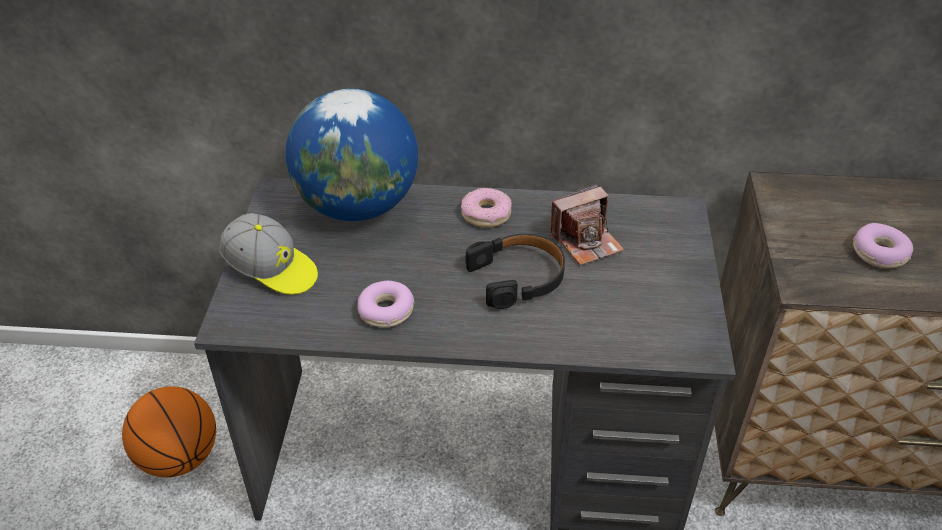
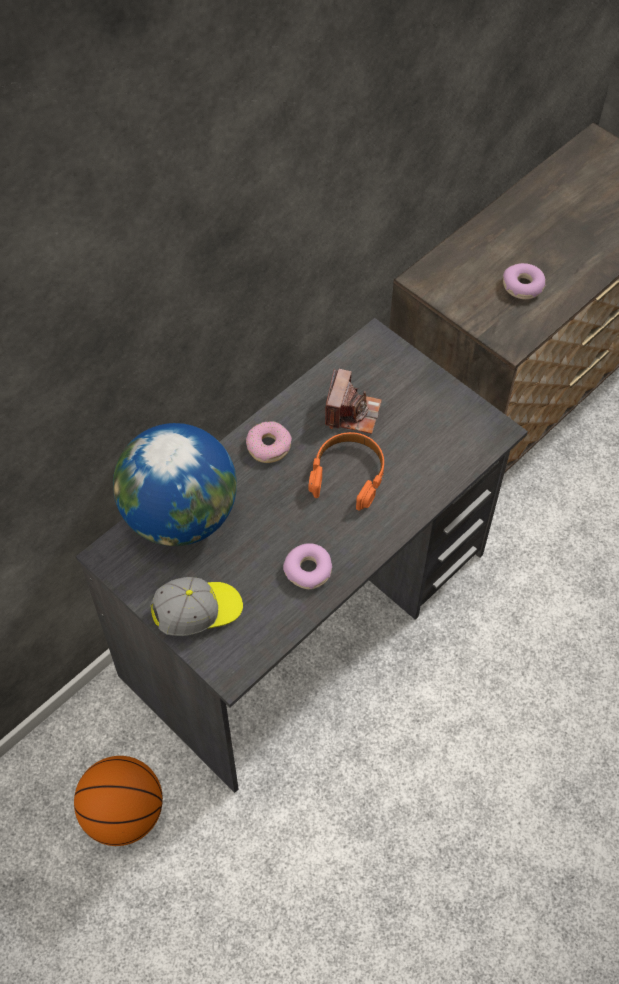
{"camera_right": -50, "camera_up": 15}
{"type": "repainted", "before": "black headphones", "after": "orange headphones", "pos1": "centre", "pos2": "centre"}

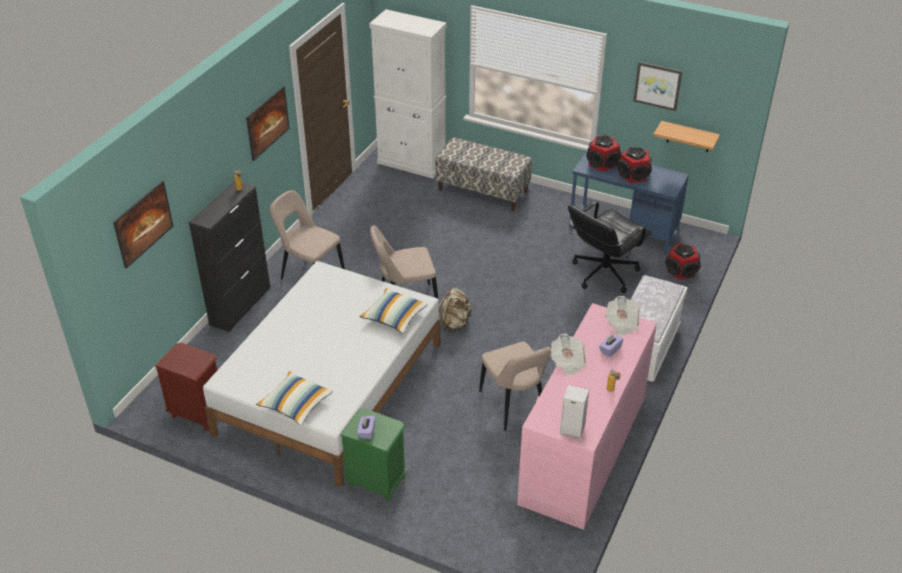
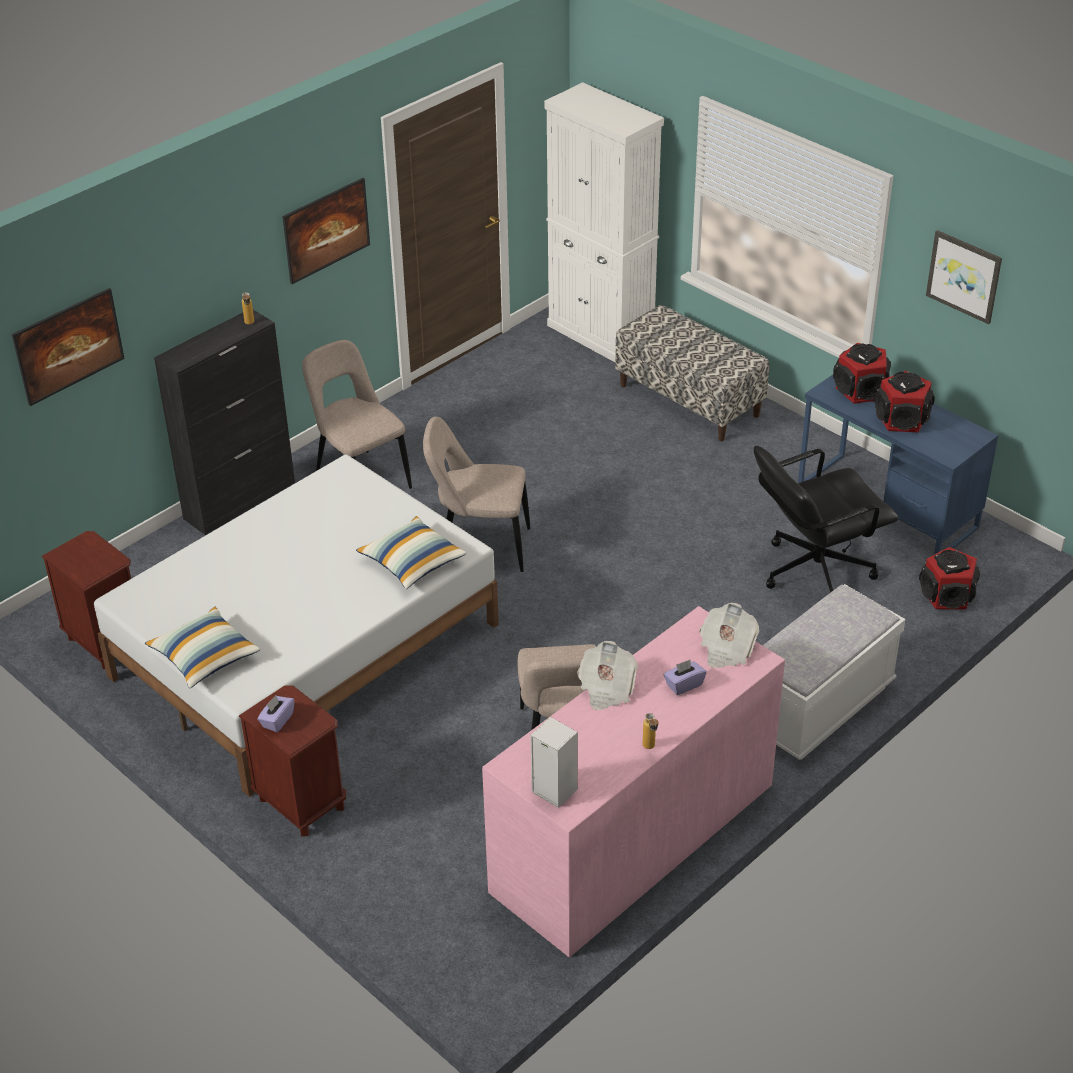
{"camera_right": 20, "camera_up": 0}
{"type": "repainted", "before": "green nightstand", "after": "brown nightstand (no. 2 from left)", "pos1": "bottom centre", "pos2": "bottom left"}
{"type": "gone", "before": "beige backpack", "pos1": "centre"}
{"type": "gone", "before": "shelf", "pos1": "top right"}

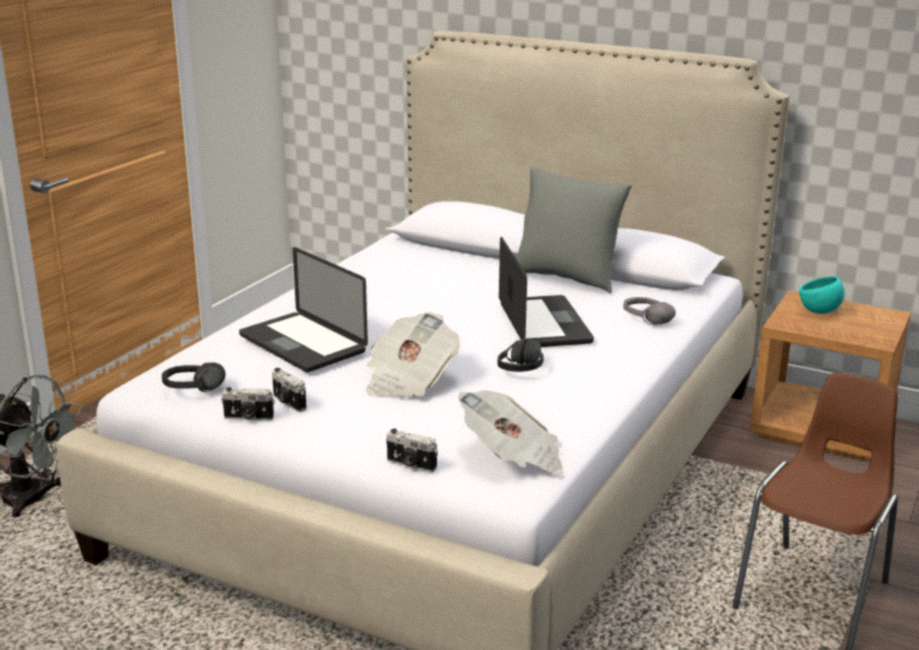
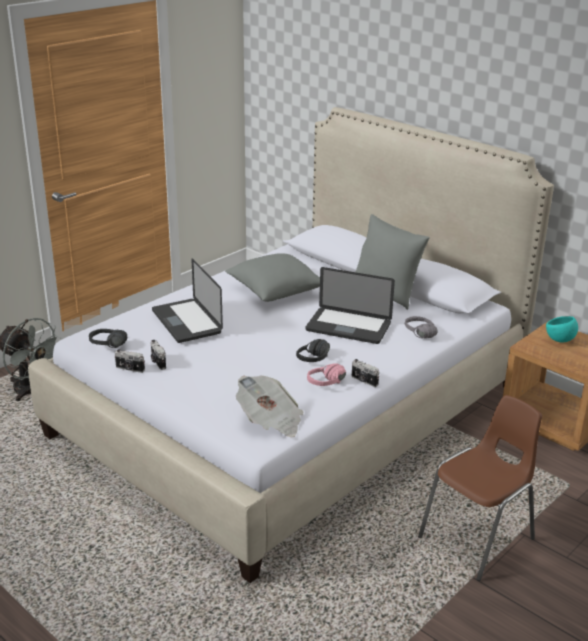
{"camera_right": 15, "camera_up": 5}
{"type": "gone", "before": "newspaper (no. 1 from left)", "pos1": "centre"}
{"type": "shifted", "before": "photo camera (no. 3 from left)", "pos1": "bottom centre", "pos2": "centre"}
{"type": "rotated", "before": "laptop (no. 2 from left)", "pos1": "centre", "pos2": "centre", "turn": 105}
{"type": "new", "after": "grey pillow (no. 1 from left)", "pos2": "centre"}
{"type": "new", "after": "pink headphones", "pos2": "centre"}

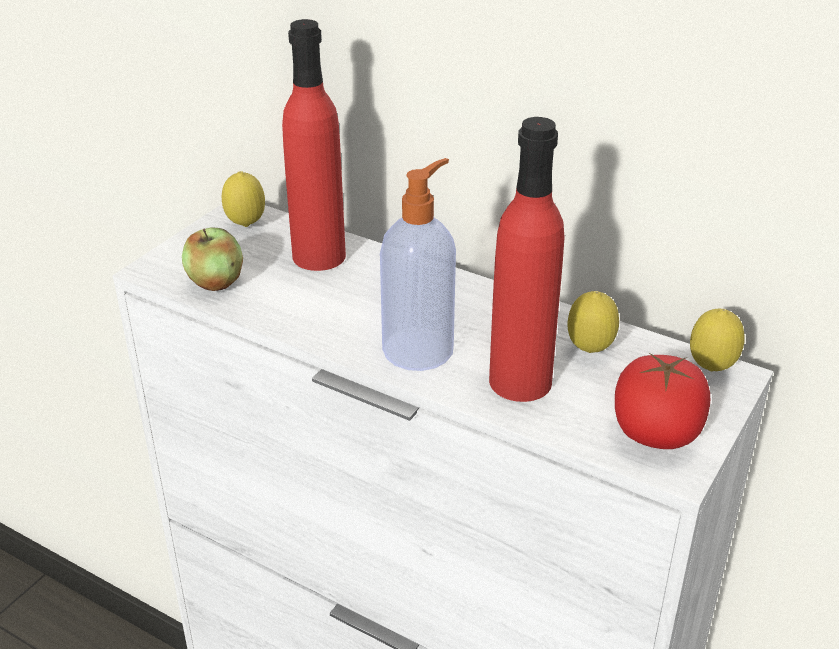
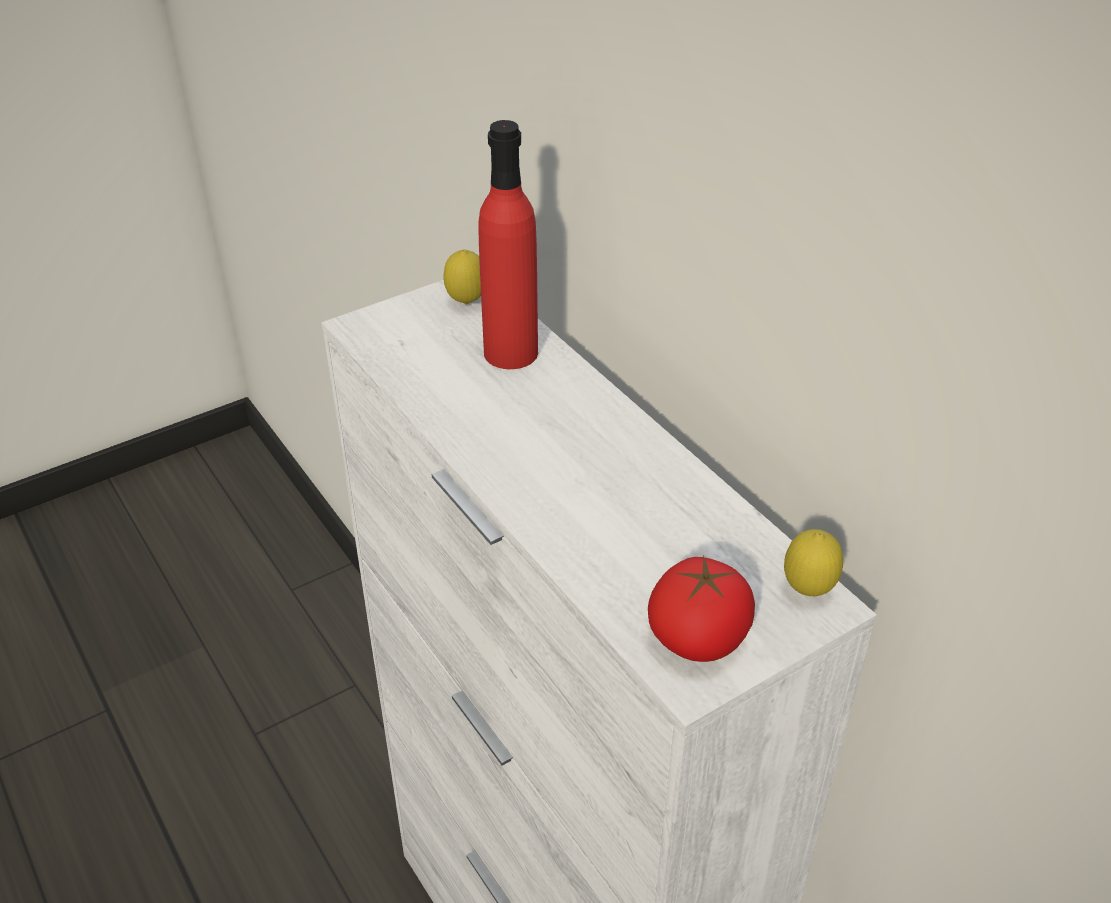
{"camera_right": 25, "camera_up": 5}
{"type": "gone", "before": "apple", "pos1": "middle left"}
{"type": "gone", "before": "soap dispenser", "pos1": "centre"}
{"type": "gone", "before": "red bottle (no. 2 from left)", "pos1": "centre"}
{"type": "gone", "before": "lemon (no. 2 from left)", "pos1": "middle right"}

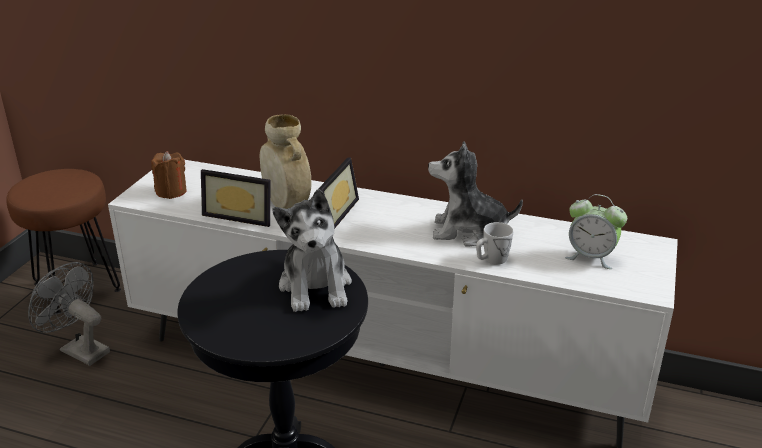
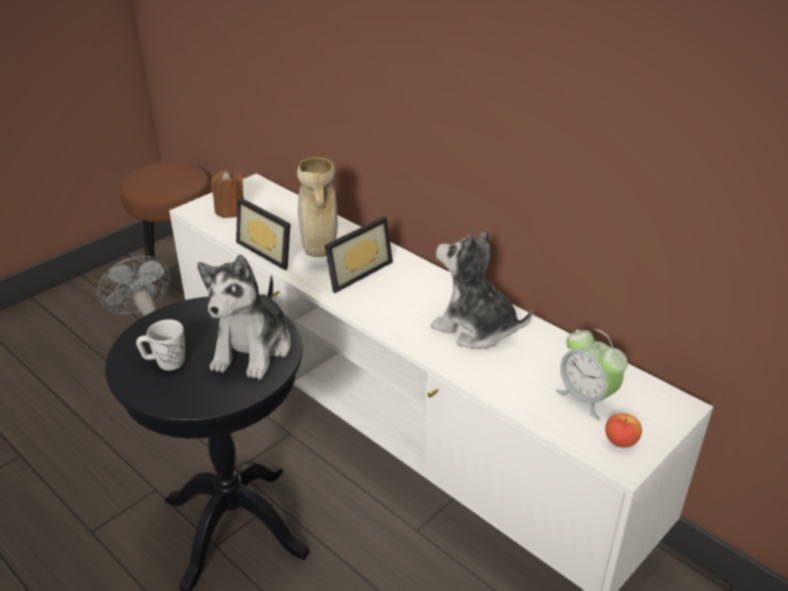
{"camera_right": 25, "camera_up": 5}
{"type": "shifted", "before": "white mug", "pos1": "centre", "pos2": "middle left"}
{"type": "new", "after": "apple", "pos2": "bottom right"}

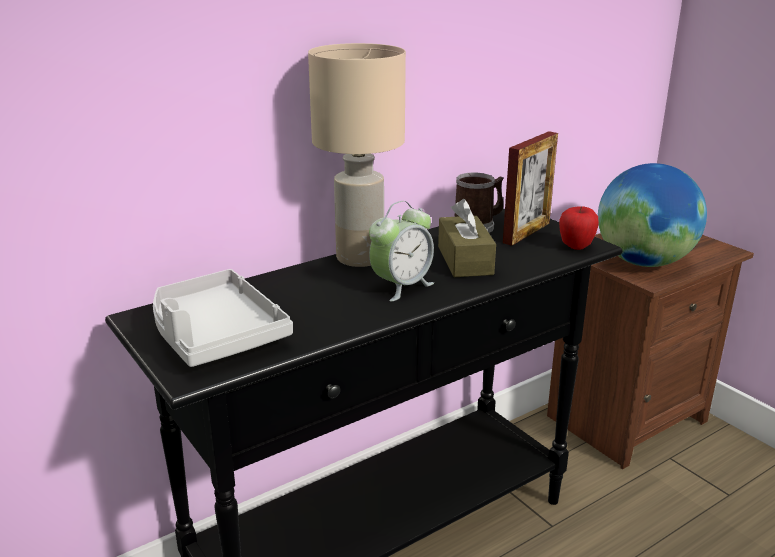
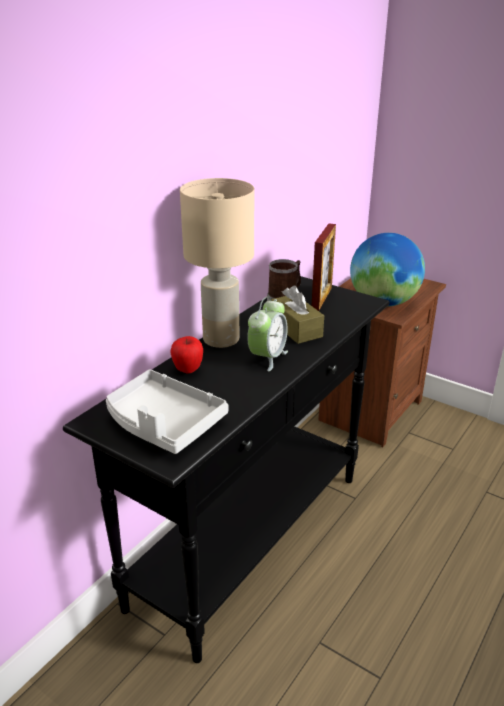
{"camera_right": -20, "camera_up": 5}
{"type": "shifted", "before": "apple", "pos1": "middle right", "pos2": "centre"}

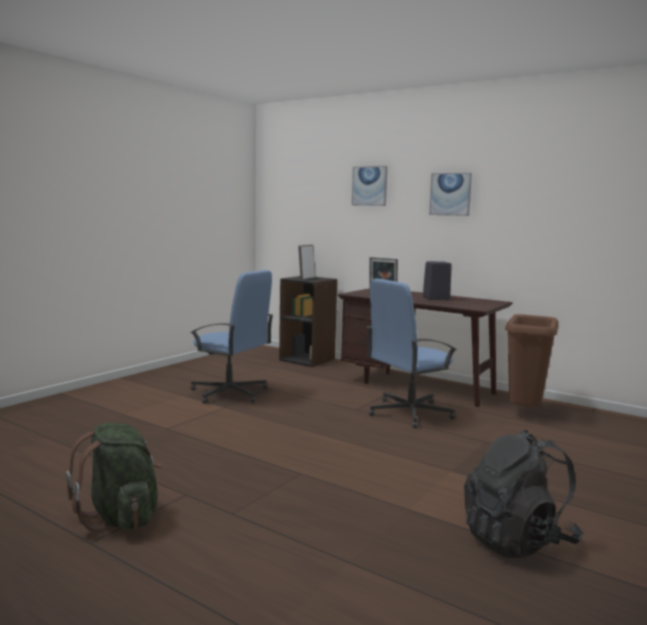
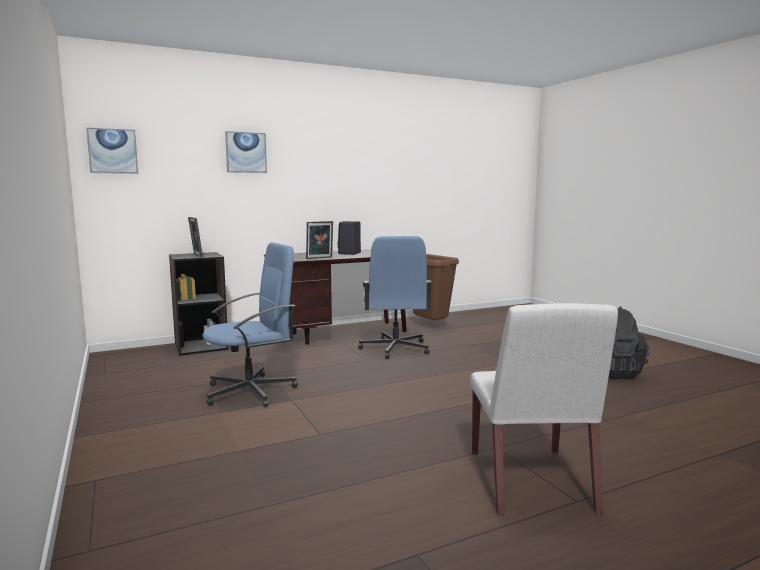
{"camera_right": -60, "camera_up": 0}
{"type": "swapped", "before": "green backpack", "after": "white chair", "pos1": "bottom left", "pos2": "bottom right"}
{"type": "shifted", "before": "picture (no. 2 from left in the first image)", "after": "picture (no. 1 from left)", "pos1": "top right", "pos2": "top left"}

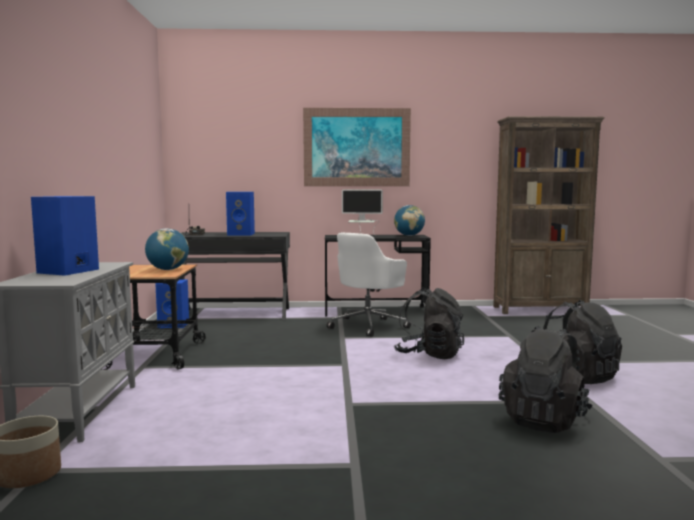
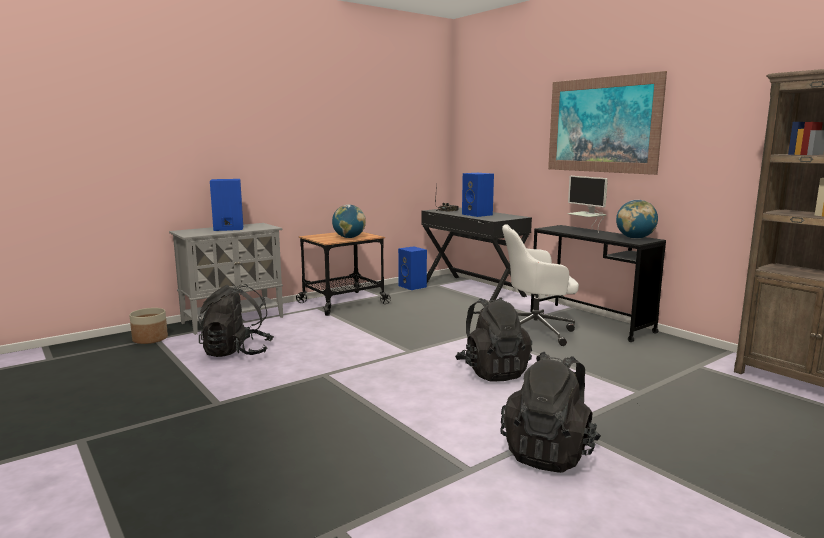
{"camera_right": 55, "camera_up": 5}
{"type": "shifted", "before": "black backpack (no. 2 from left in the first image)", "after": "black backpack (no. 1 from left)", "pos1": "bottom right", "pos2": "middle left"}

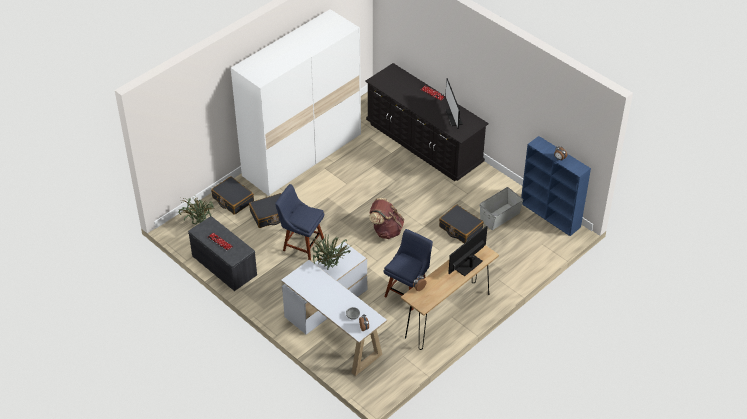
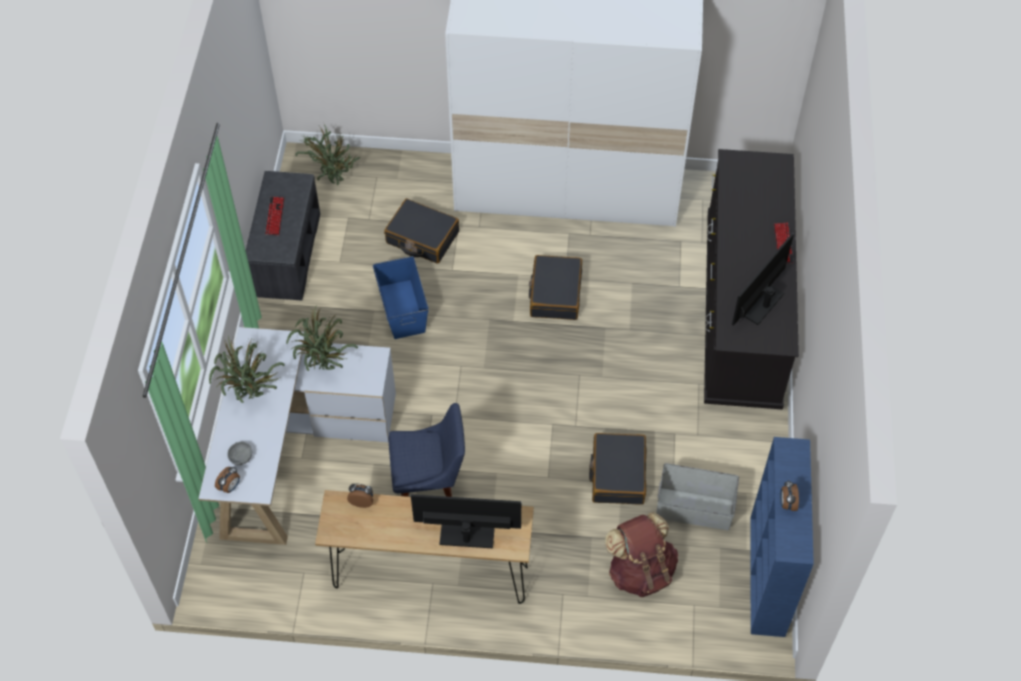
{"camera_right": 50, "camera_up": 10}
{"type": "shifted", "before": "black suitcase (no. 1 from left in the first image)", "after": "black suitcase (no. 2 from left)", "pos1": "middle left", "pos2": "centre"}
{"type": "swapped", "before": "blue chair (no. 1 from left)", "after": "blue storage box", "pos1": "centre", "pos2": "centre"}
{"type": "shifted", "before": "brown backpack", "pos1": "centre", "pos2": "bottom centre"}
{"type": "new", "after": "potted plant (no. 1 from left)", "pos2": "middle left"}

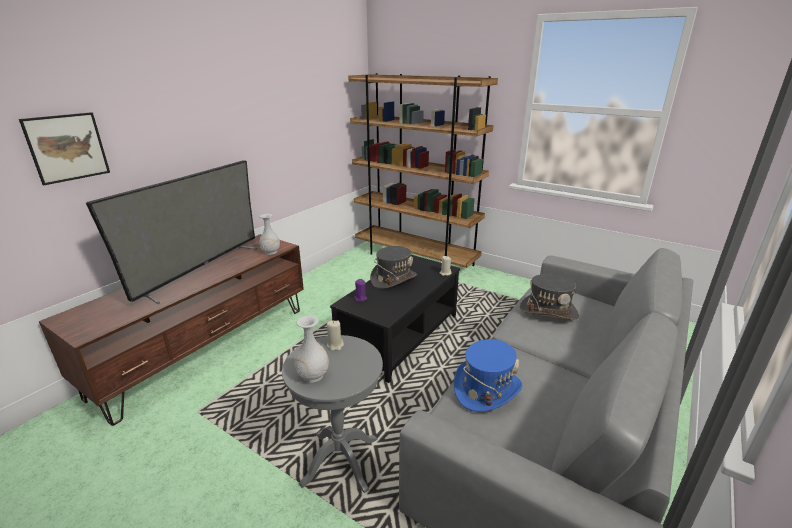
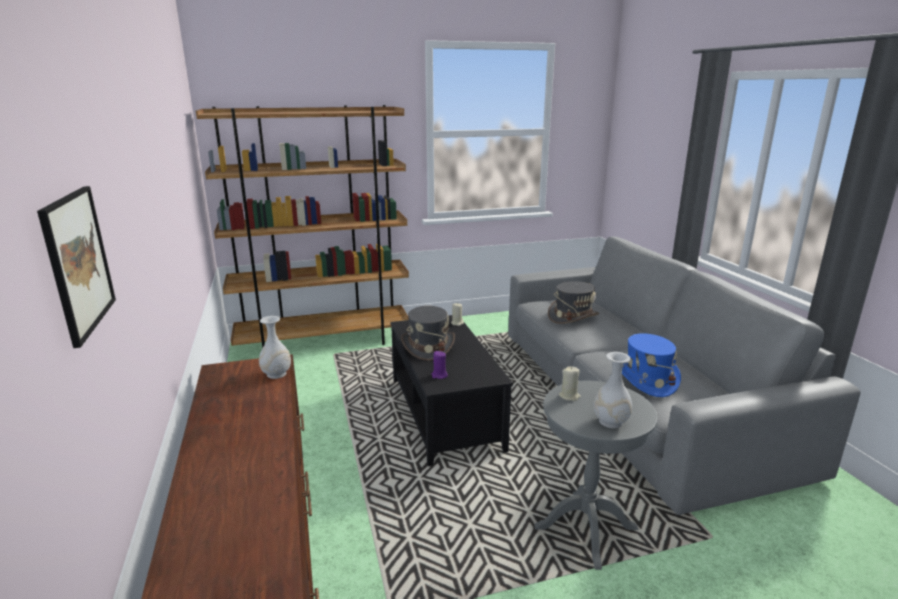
{"camera_right": -50, "camera_up": -5}
{"type": "gone", "before": "television", "pos1": "middle left"}

